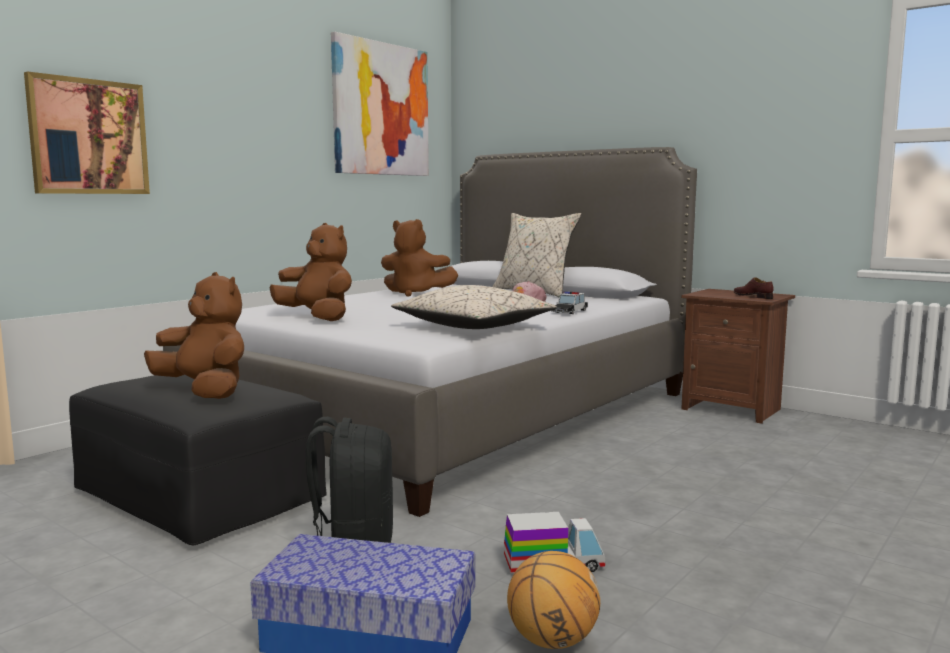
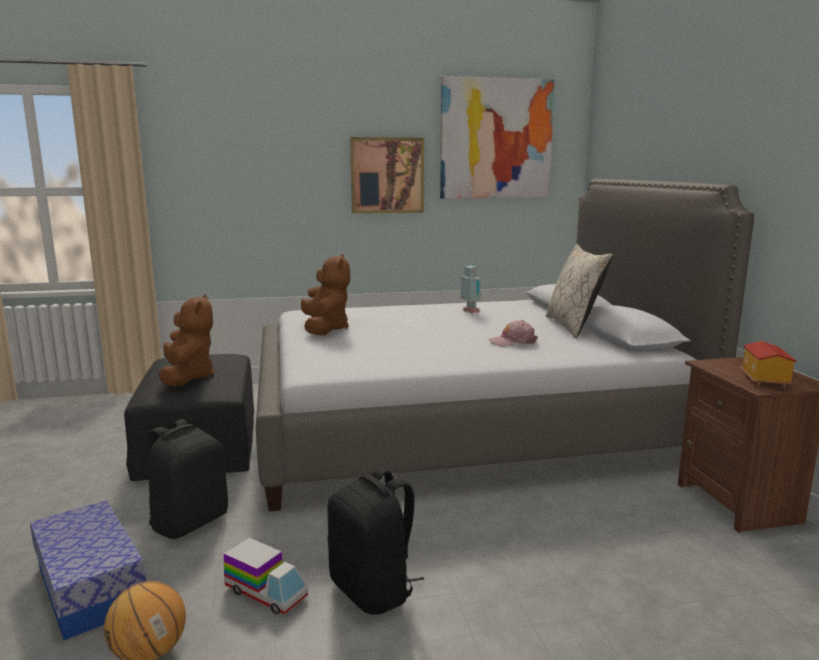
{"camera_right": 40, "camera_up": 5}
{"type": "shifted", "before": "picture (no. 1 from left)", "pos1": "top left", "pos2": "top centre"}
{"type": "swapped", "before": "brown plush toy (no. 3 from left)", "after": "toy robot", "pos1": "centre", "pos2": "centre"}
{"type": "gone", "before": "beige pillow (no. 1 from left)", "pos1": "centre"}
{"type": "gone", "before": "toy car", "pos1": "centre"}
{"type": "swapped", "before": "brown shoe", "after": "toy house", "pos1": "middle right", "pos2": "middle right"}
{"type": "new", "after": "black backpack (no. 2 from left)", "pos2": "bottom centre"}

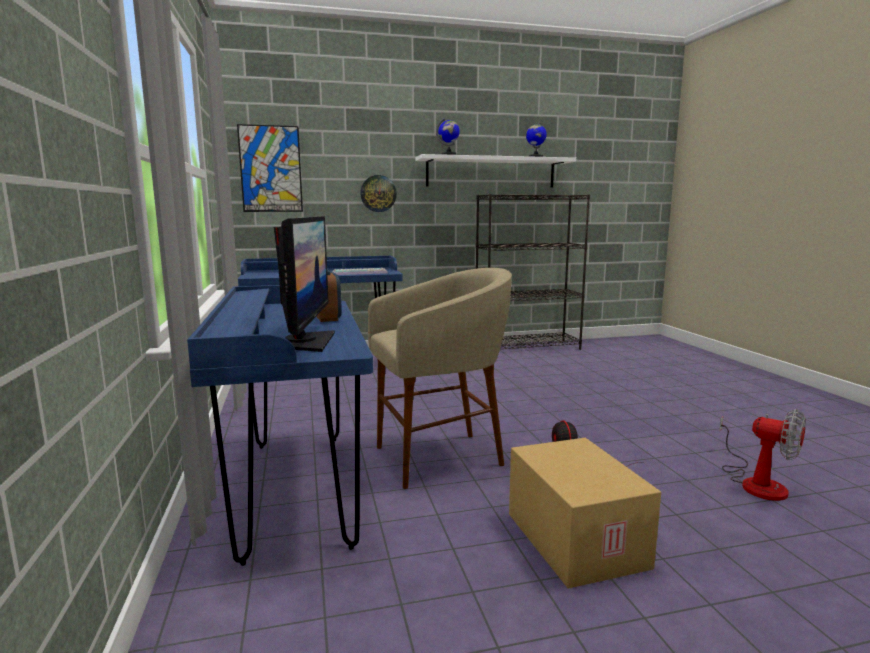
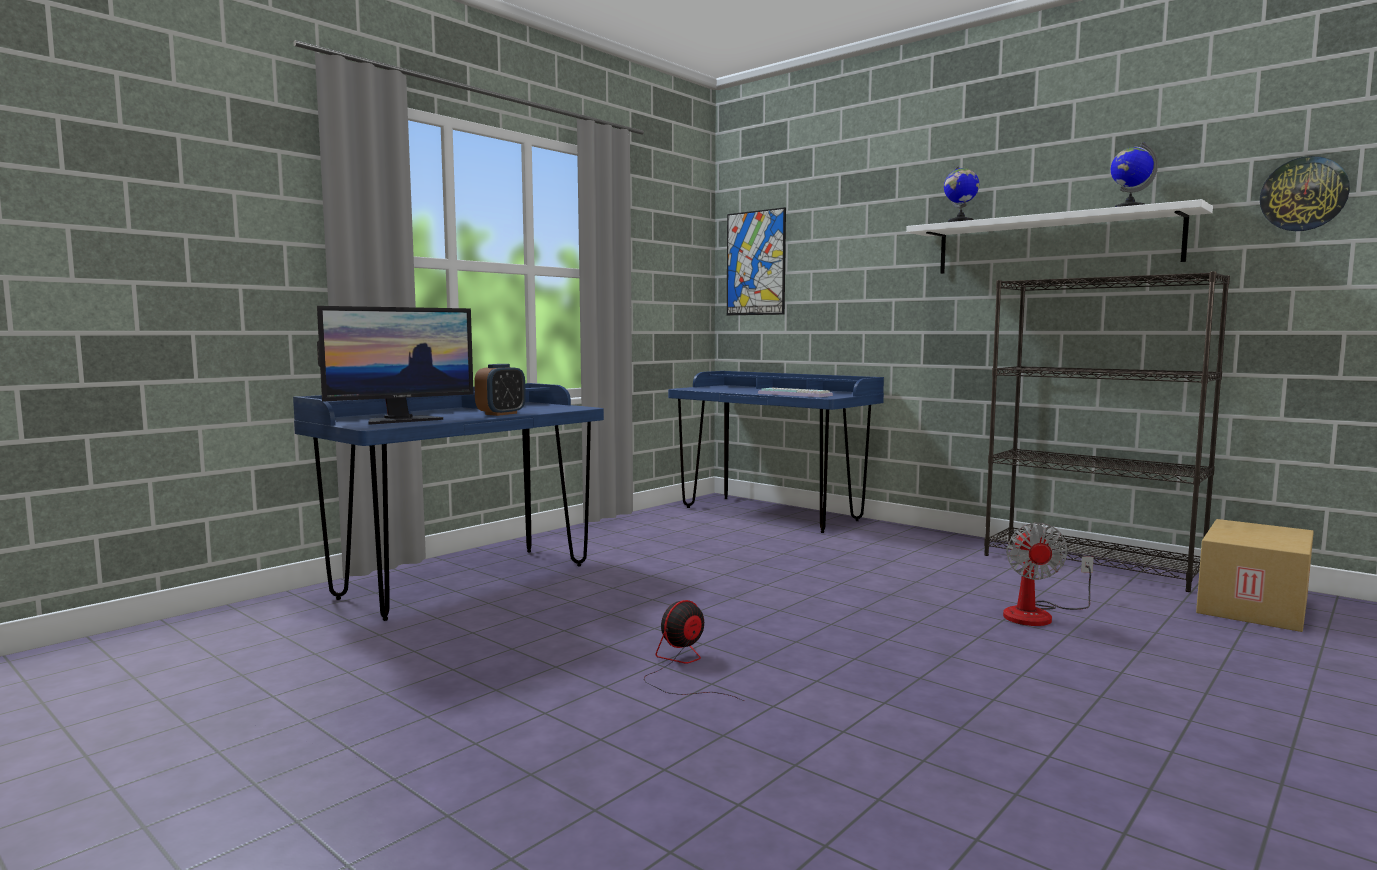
{"camera_right": 55, "camera_up": -5}
{"type": "shifted", "before": "wall clock", "pos1": "top centre", "pos2": "top right"}
{"type": "gone", "before": "beige stool", "pos1": "centre"}
{"type": "shifted", "before": "cardboard box", "pos1": "bottom right", "pos2": "middle right"}
{"type": "shifted", "before": "fan (no. 2 from left)", "pos1": "bottom right", "pos2": "middle right"}

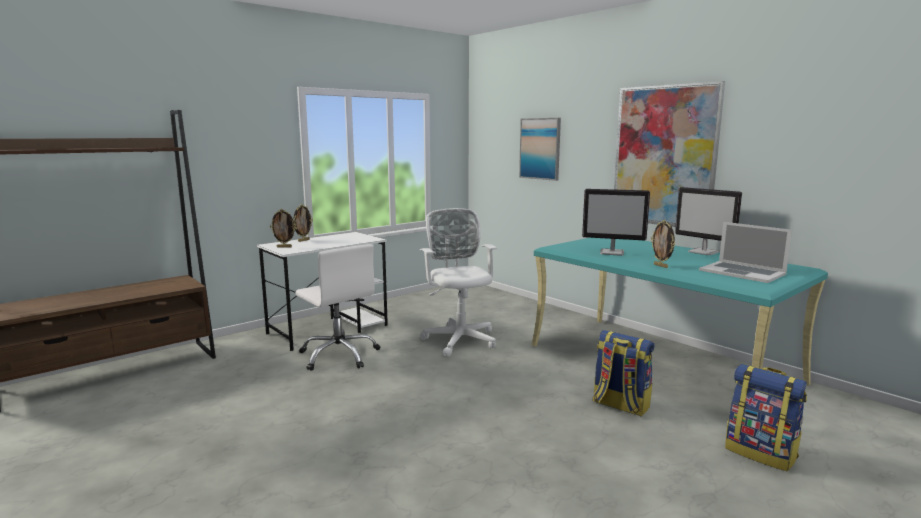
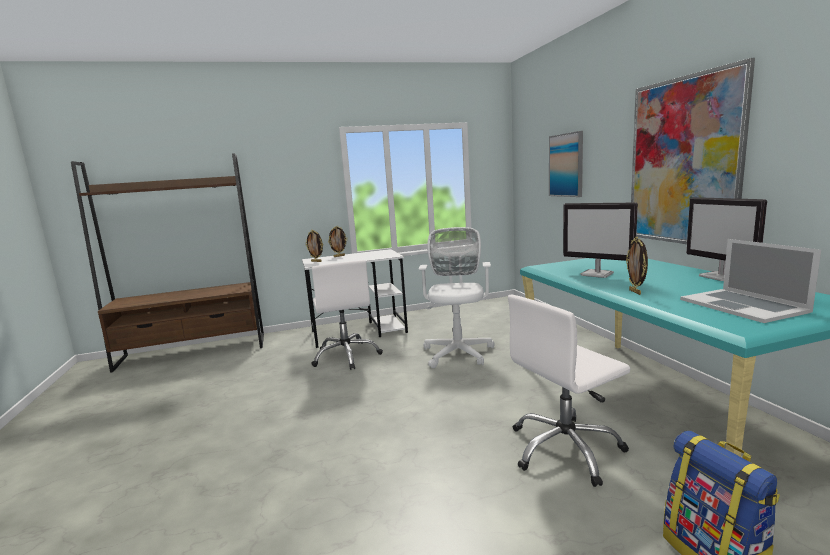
{"camera_right": 25, "camera_up": 0}
{"type": "swapped", "before": "backpack (no. 1 from left)", "after": "white office chair (no. 3 from left)", "pos1": "bottom right", "pos2": "bottom right"}

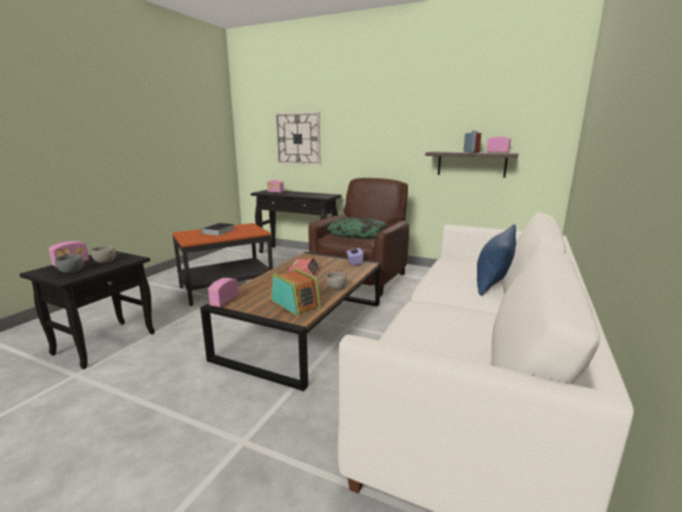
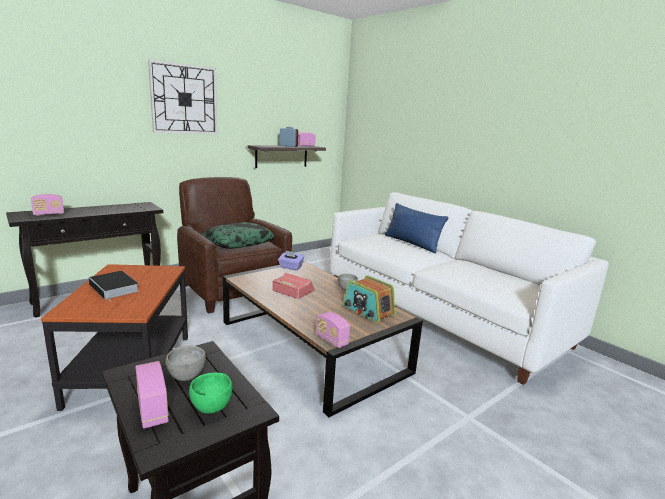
{"camera_right": -65, "camera_up": 0}
{"type": "repainted", "before": "grey bowl (no. 1 from left)", "after": "green bowl", "pos1": "middle left", "pos2": "bottom left"}
{"type": "rotated", "before": "radio (no. 4 from left in the first image)", "pos1": "centre", "pos2": "centre", "turn": -120}
{"type": "shifted", "before": "wall clock", "pos1": "top centre", "pos2": "top left"}

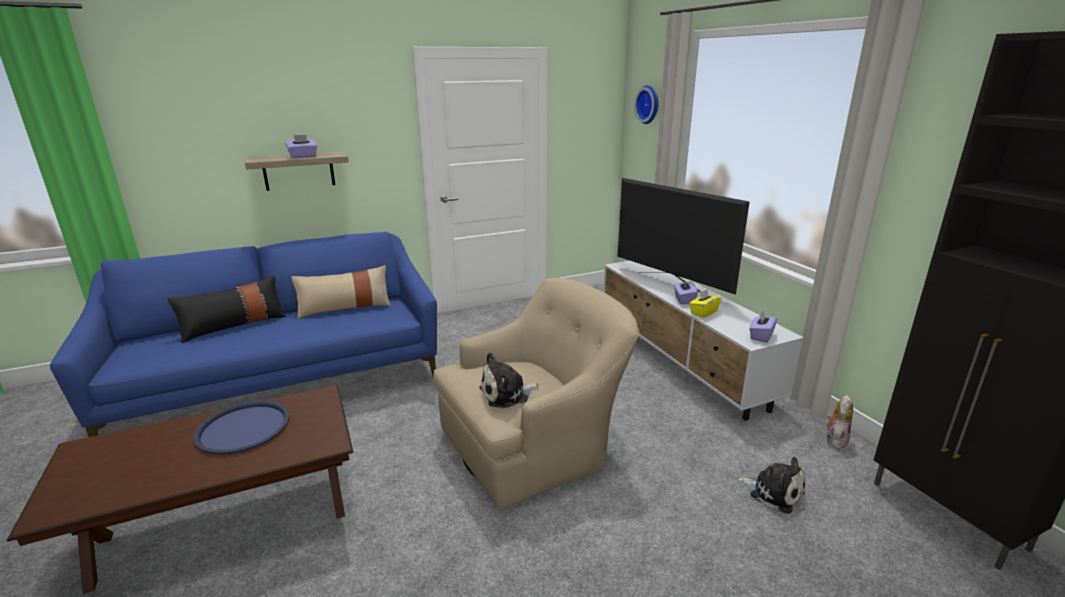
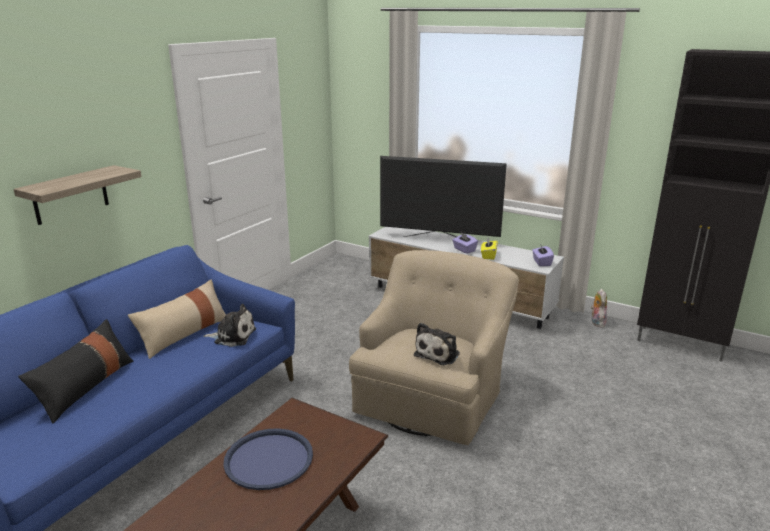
{"camera_right": -35, "camera_up": 0}
{"type": "gone", "before": "purple tissue box (no. 1 from left)", "pos1": "top left"}
{"type": "gone", "before": "wall clock", "pos1": "top centre"}
{"type": "shifted", "before": "plush toy (no. 2 from left in the first image)", "after": "plush toy (no. 1 from left)", "pos1": "bottom right", "pos2": "middle left"}

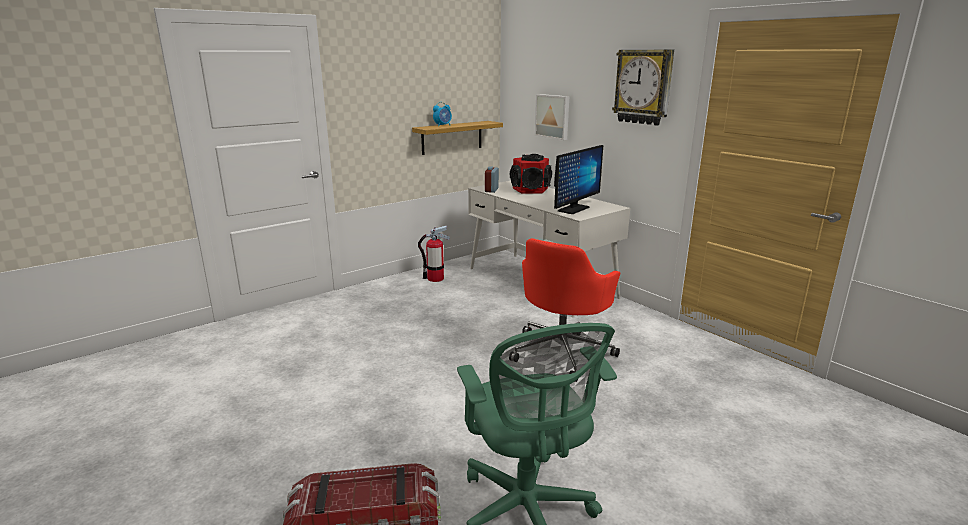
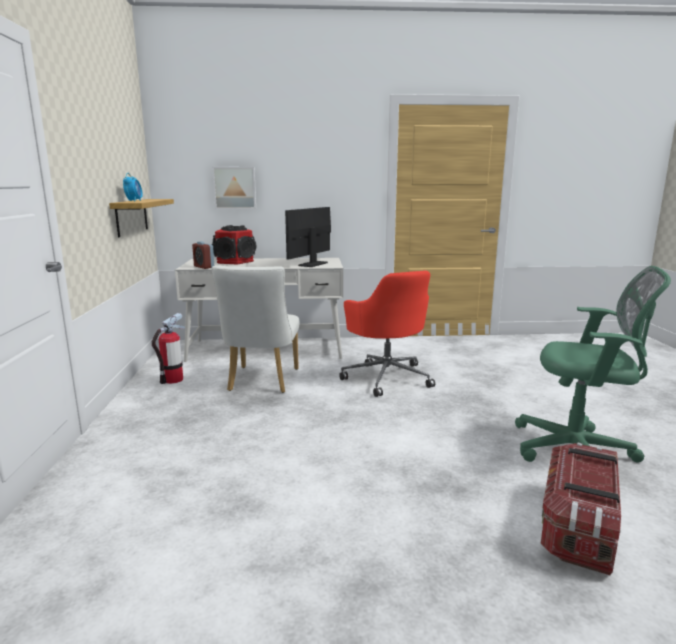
{"camera_right": -55, "camera_up": -5}
{"type": "rotated", "before": "monitor", "pos1": "centre", "pos2": "centre", "turn": -135}
{"type": "gone", "before": "wall clock", "pos1": "top centre"}
{"type": "new", "after": "white chair", "pos2": "centre"}

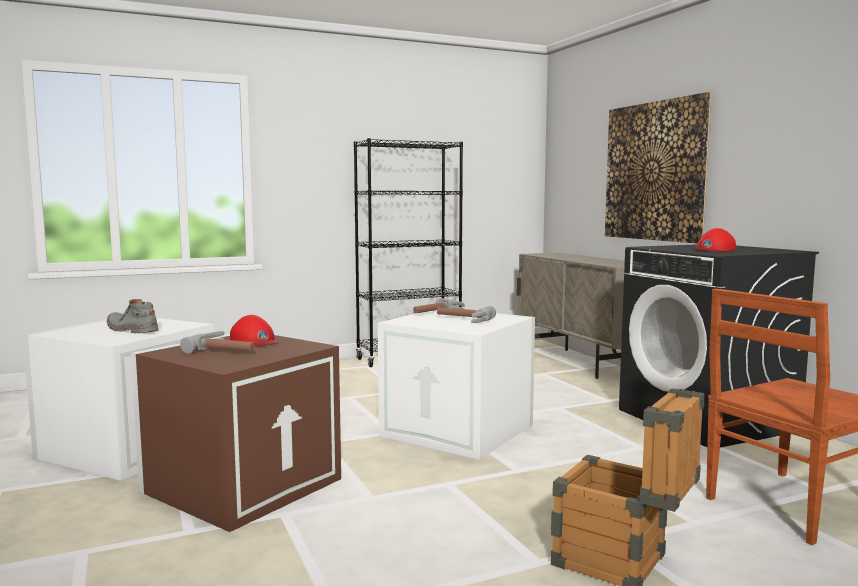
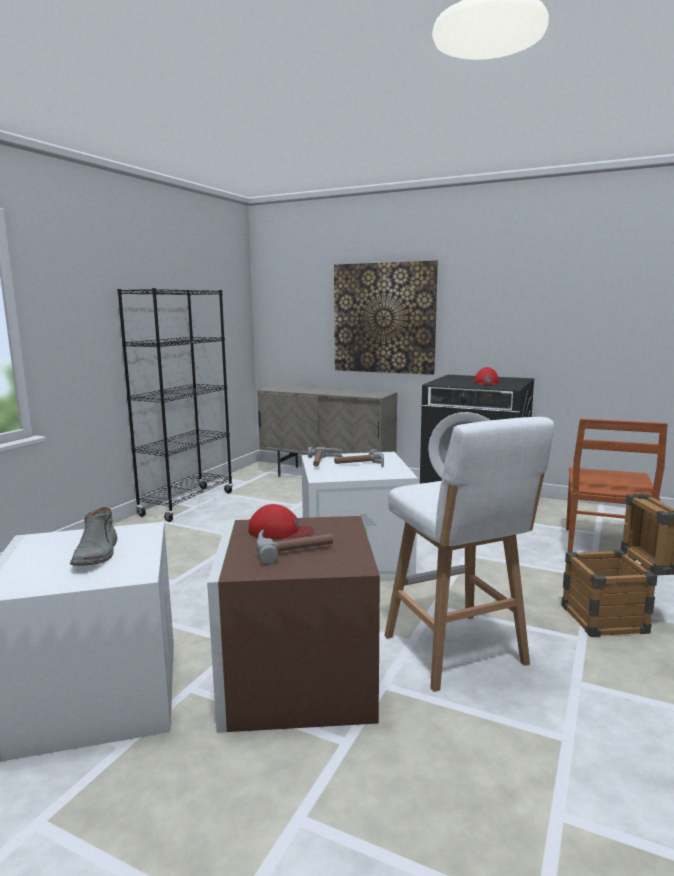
{"camera_right": -40, "camera_up": 5}
{"type": "rotated", "before": "grey boot", "pos1": "middle left", "pos2": "middle left", "turn": -90}
{"type": "new", "after": "white stool", "pos2": "middle right"}

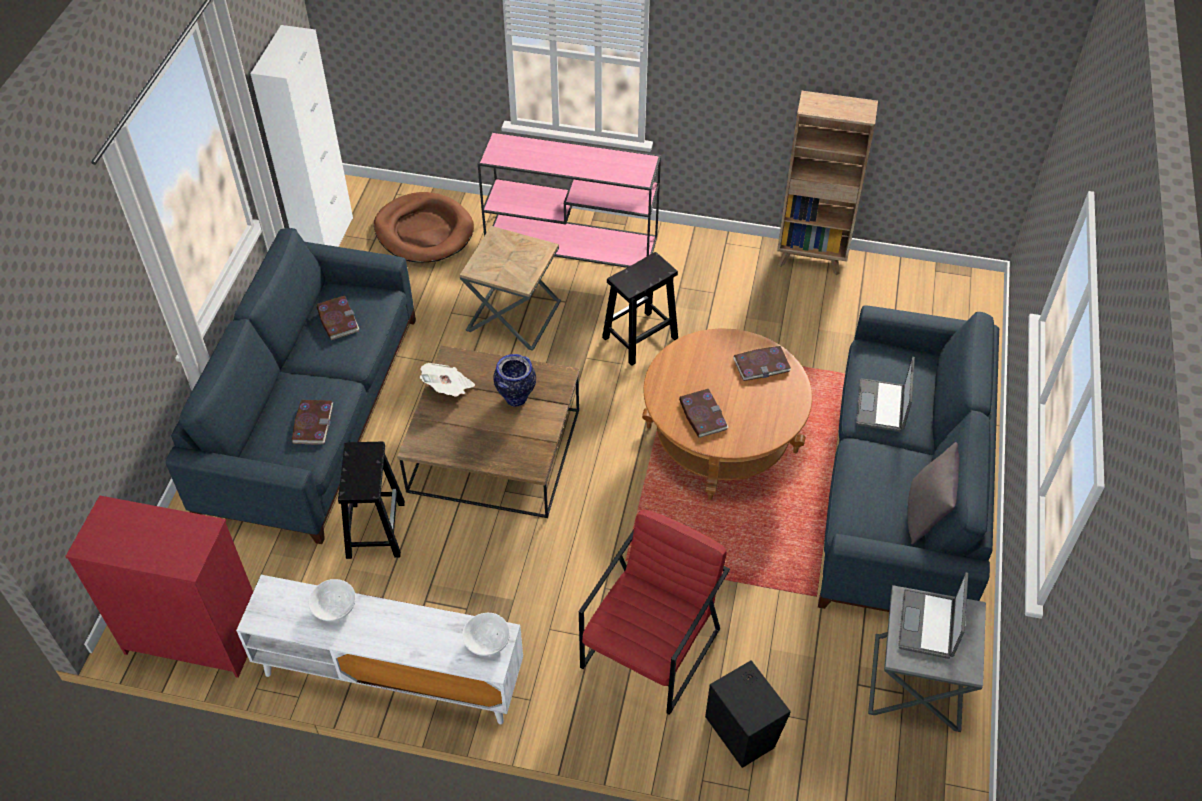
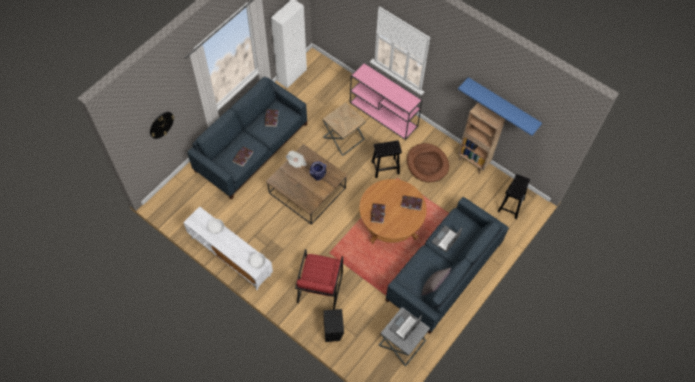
{"camera_right": 25, "camera_up": 10}
{"type": "gone", "before": "red dresser", "pos1": "bottom left"}
{"type": "shifted", "before": "black stool (no. 1 from left in the first image)", "after": "black stool (no. 2 from left)", "pos1": "middle left", "pos2": "middle right"}
{"type": "shifted", "before": "brown dog bed", "pos1": "top centre", "pos2": "centre"}
{"type": "rotated", "before": "red armchair", "pos1": "bottom centre", "pos2": "bottom centre", "turn": 135}
{"type": "new", "after": "wall clock", "pos2": "top left"}
{"type": "new", "after": "blue shelf", "pos2": "top right"}

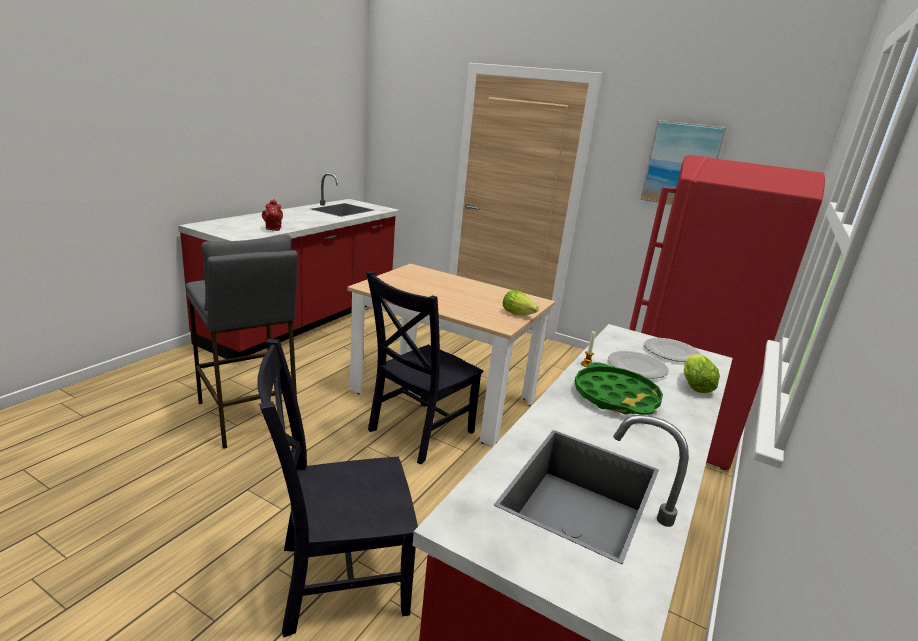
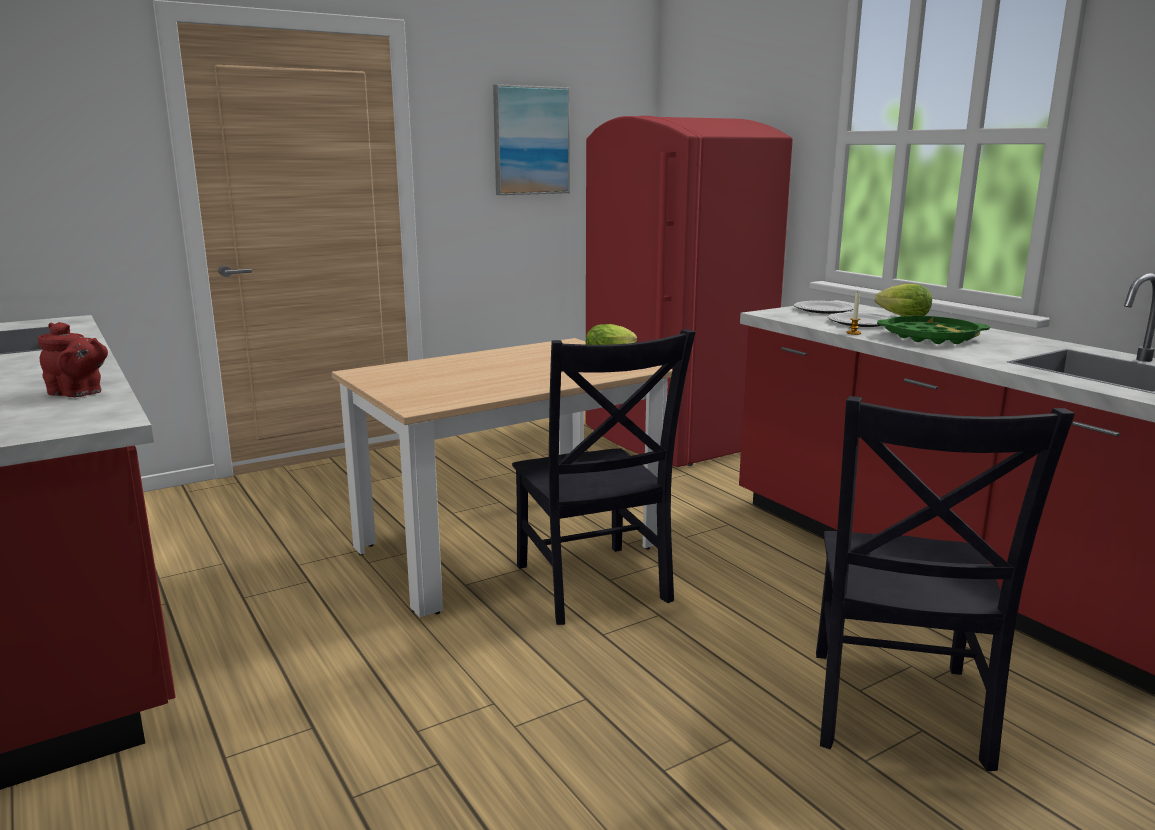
{"camera_right": -60, "camera_up": -5}
{"type": "gone", "before": "grey stool", "pos1": "middle left"}

